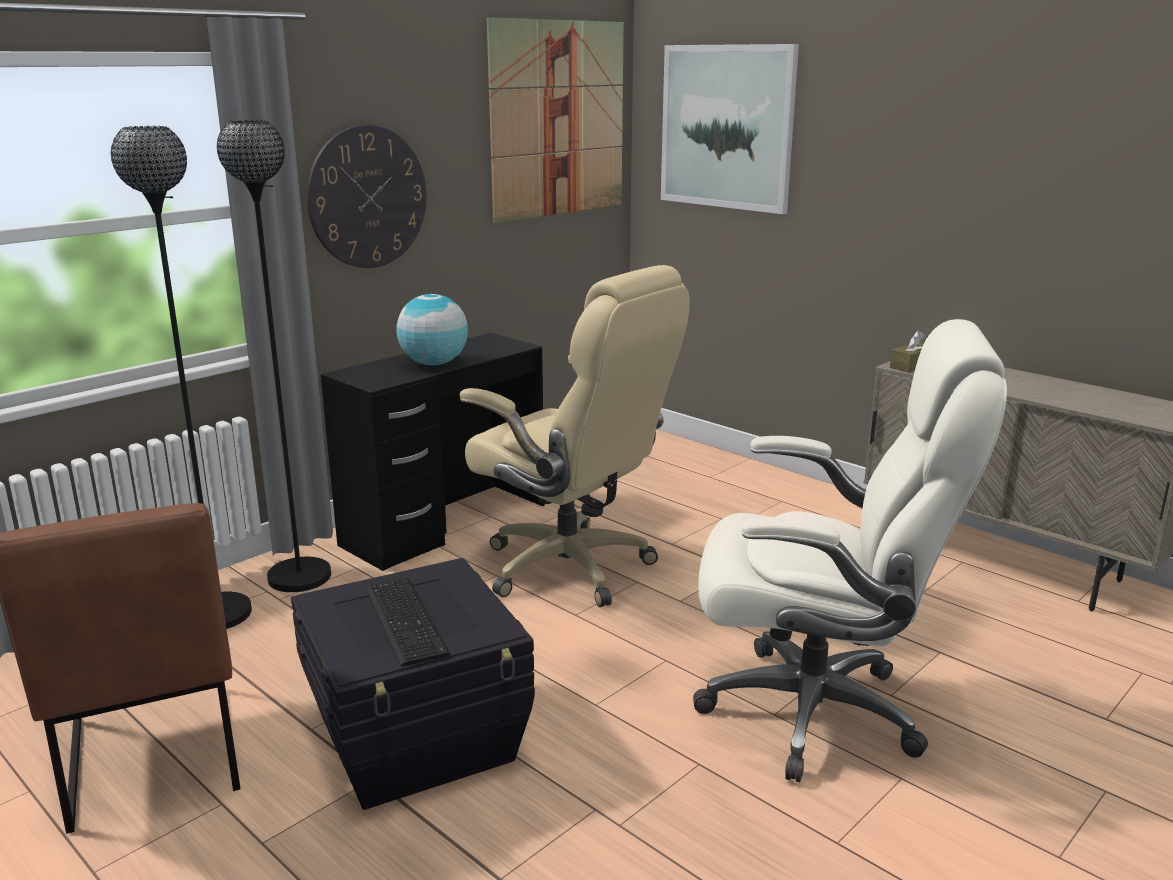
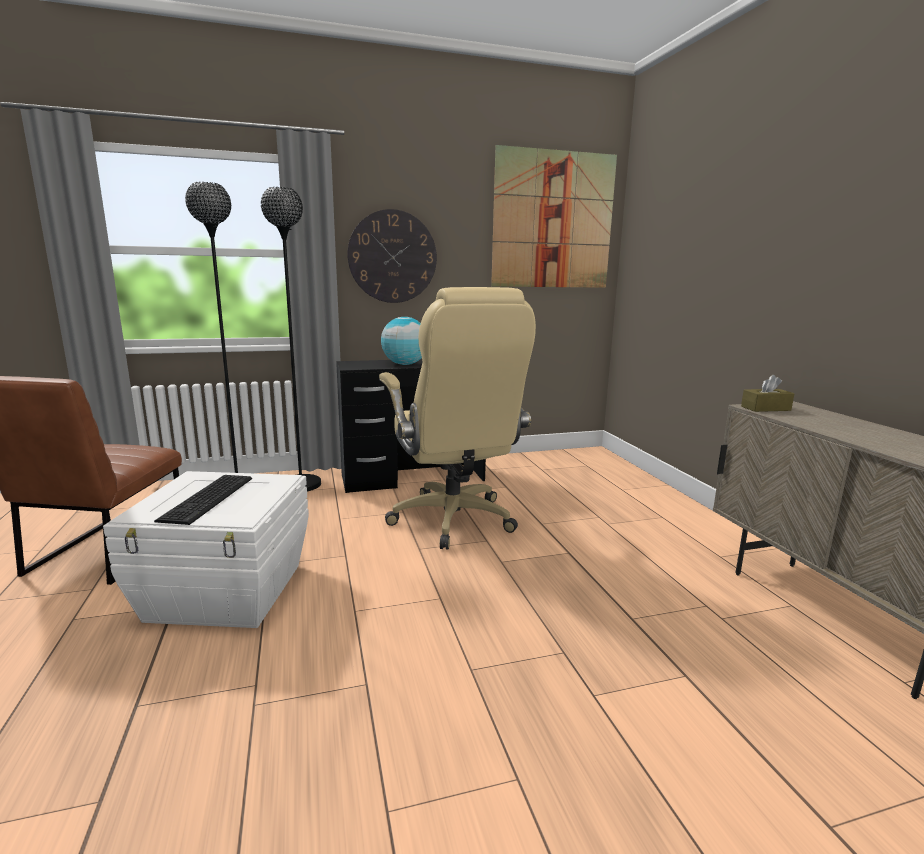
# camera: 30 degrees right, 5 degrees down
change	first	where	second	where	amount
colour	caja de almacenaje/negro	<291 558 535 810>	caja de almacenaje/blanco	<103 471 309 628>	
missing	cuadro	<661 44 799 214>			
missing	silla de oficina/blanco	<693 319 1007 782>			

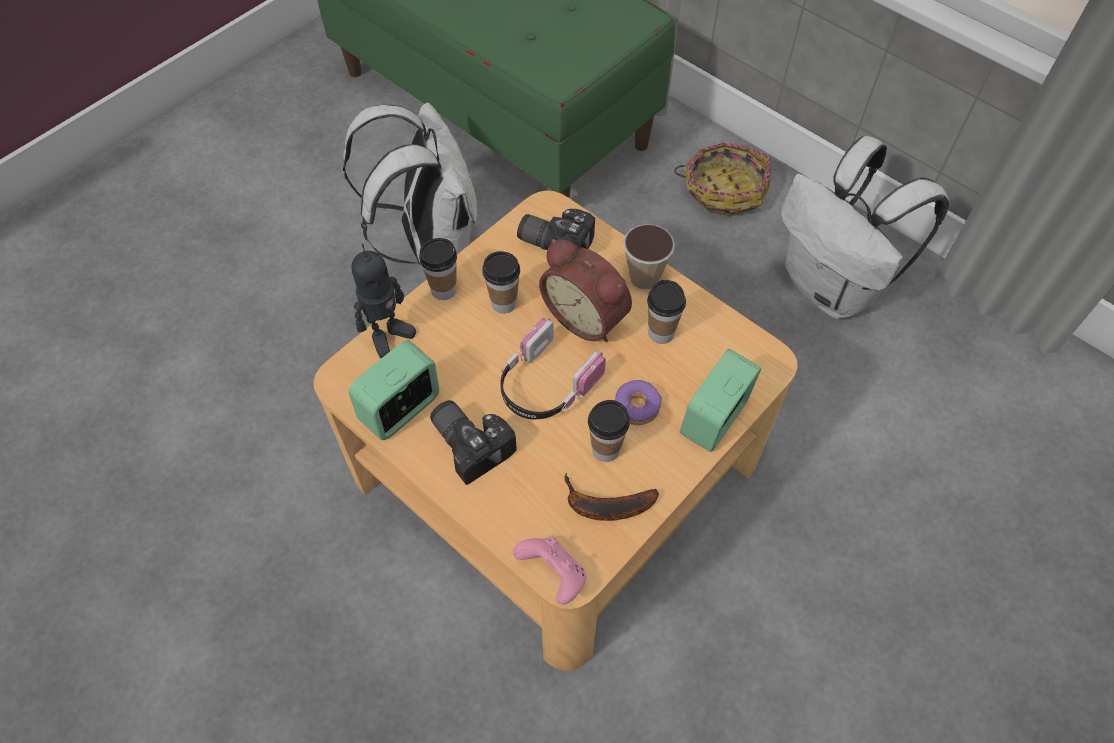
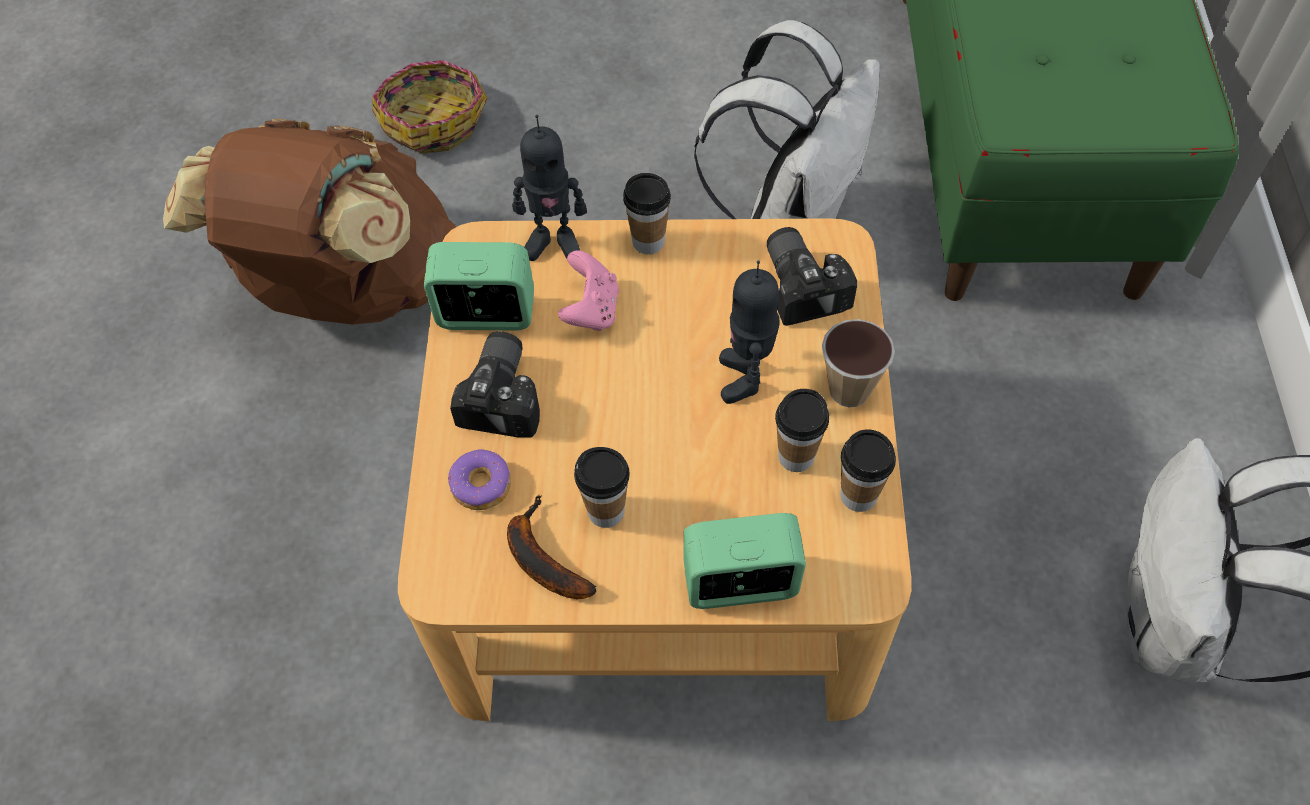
# camera: 50 degrees right, 0 degrees up
change	first	where	second	where	amount
relocated	taza	<482 251 520 314>		<840 430 896 512>	
missing	auriculares	<500 318 606 419>			
relocated	mando de consola/rosa	<513 537 586 605>		<558 250 619 331>	
exchanged	despertador	<539 239 632 342>	robot de juguete	<719 260 780 404>	
relocated	rosquilla	<615 380 662 425>		<448 449 511 510>	
relocated	cesta	<674 142 771 216>		<372 60 487 153>	
appeared			mochila/marrón	<163 119 456 325>	

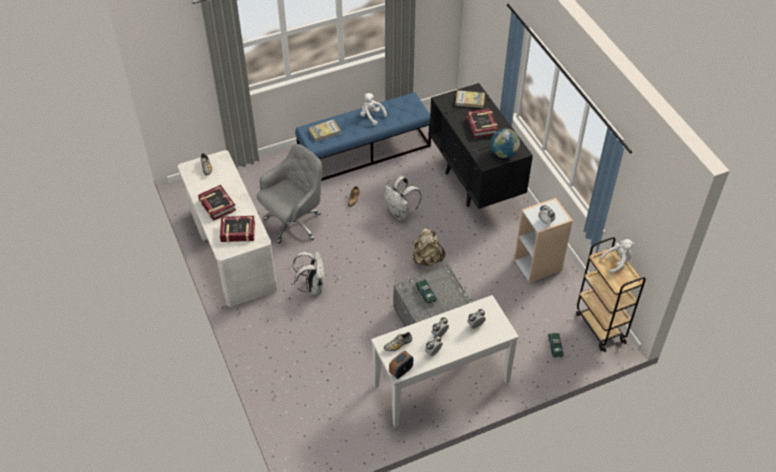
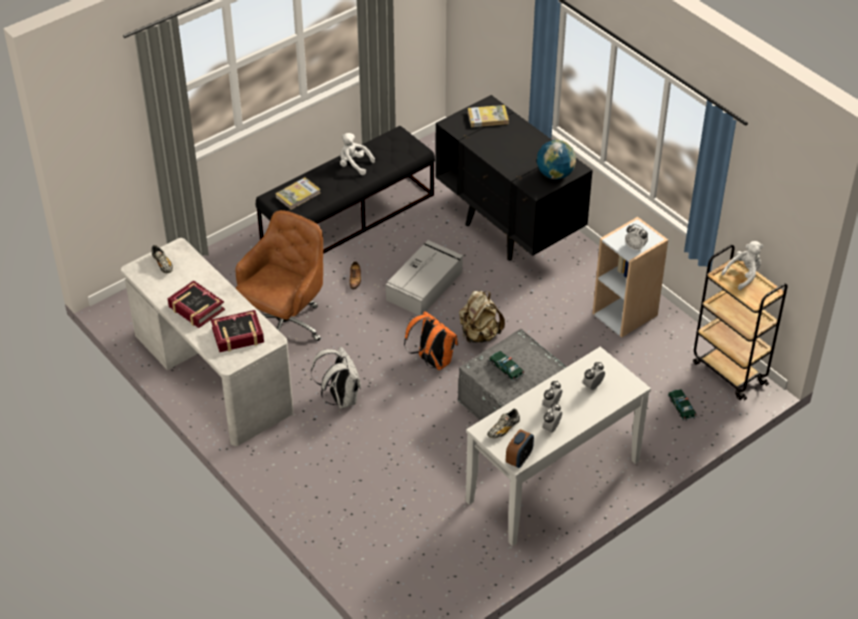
# camera: 15 degrees left, 5 degrees down
change	first	where	second	where	amount
colour	silla de oficina/gris	<256 144 322 243>	silla de oficina/marrón	<235 210 323 341>	
colour	banco/azul	<295 92 431 181>	banco/negro	<256 126 435 254>	
exchanged	mochila/blanco	<384 176 422 221>	caja de almacenaje/gris	<386 240 463 315>	
missing	libro	<466 108 498 138>			
appeared			mochila/naranja	<404 311 458 370>	

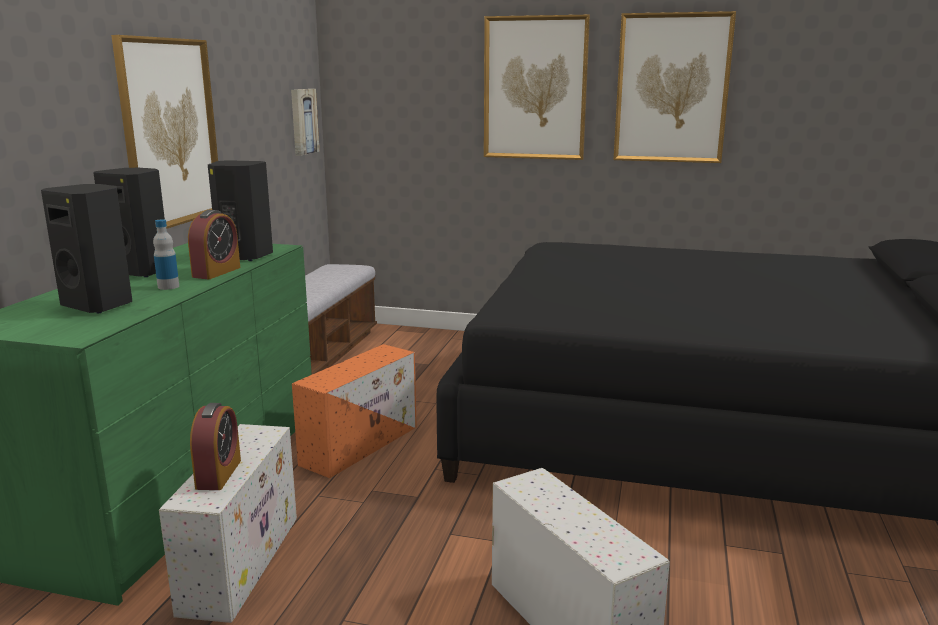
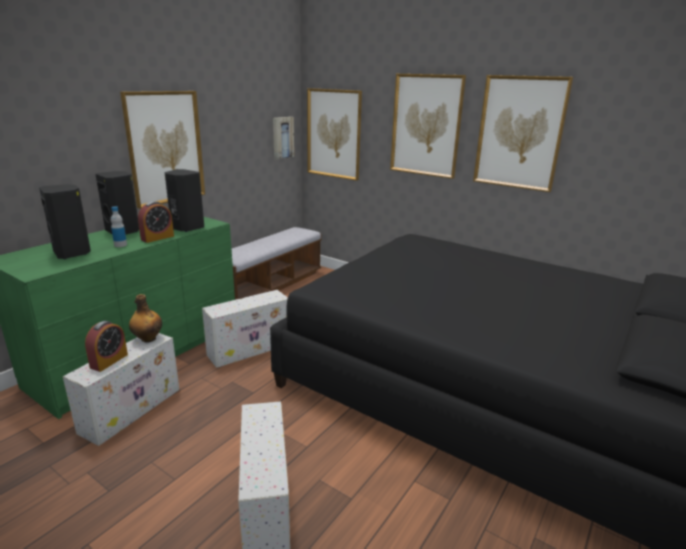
# camera: 20 degrees right, 5 degrees up
change	first	where	second	where	amount
colour	caja de almacenaje/naranja	<292 344 417 478>	caja de almacenaje/blanco	<202 290 288 368>	
appeared			botella	<129 294 162 342>	
appeared			cuadro	<307 88 362 181>	

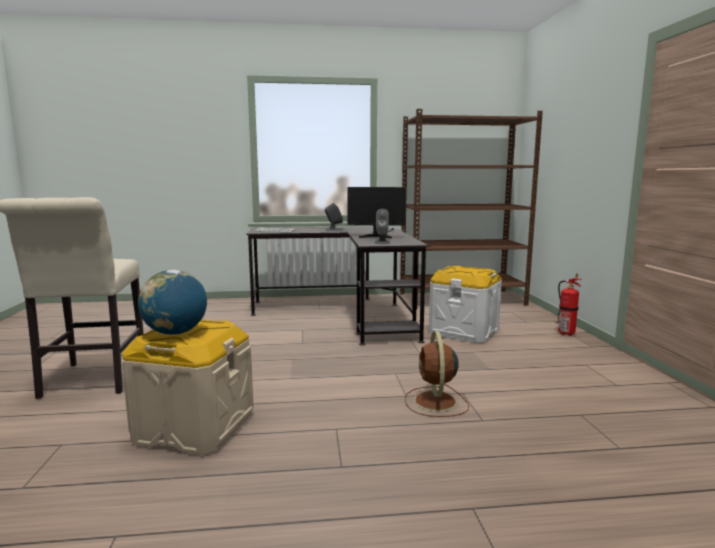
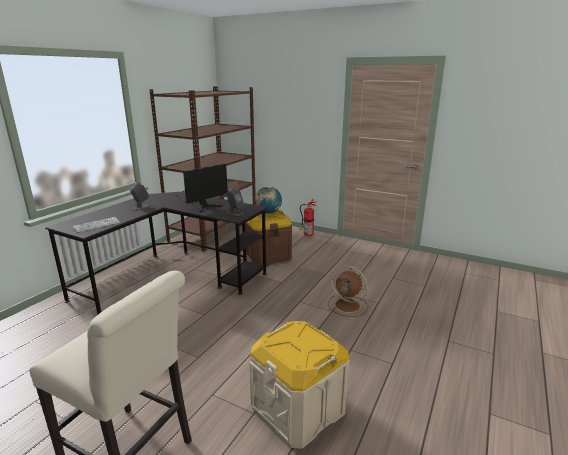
# camera: 55 degrees left, 10 degrees up
change	first	where	second	where	amount
relocated	globo terráqueo	<138 270 207 335>		<255 187 282 214>	
colour	caja de almacenaje/blanco	<429 266 502 343>	caja de almacenaje/marrón	<245 210 292 265>	

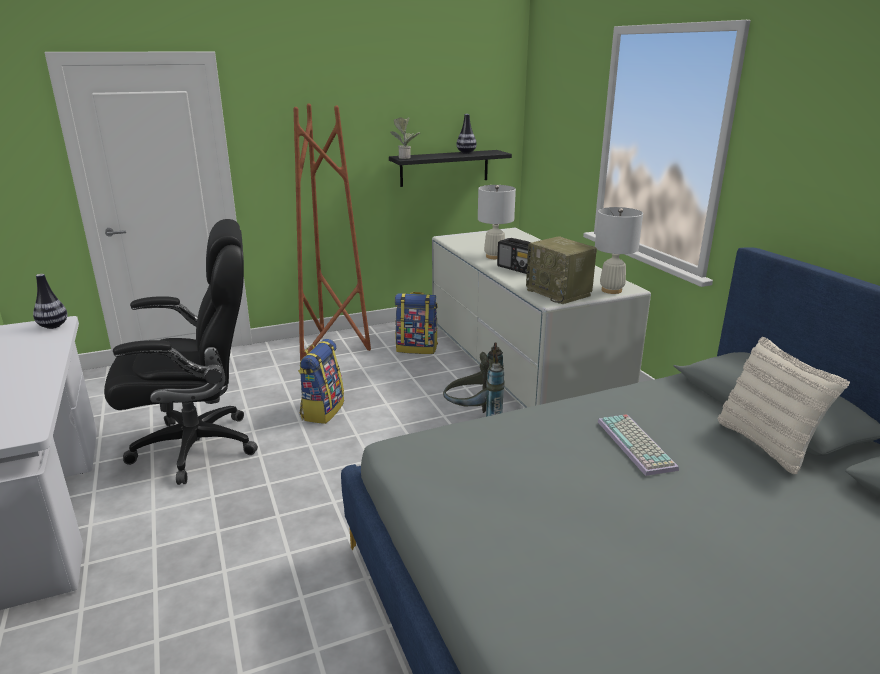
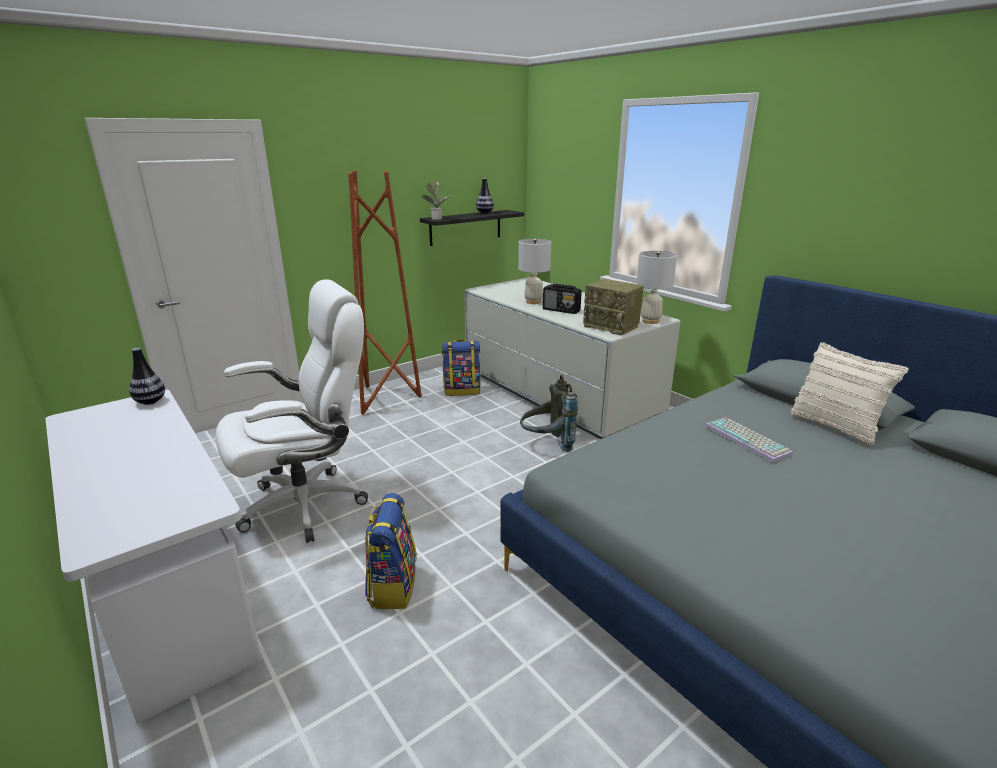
# camera: 15 degrees left, 0 degrees up
change	first	where	second	where	amount
colour	silla de oficina/negro	<104 219 258 485>	silla de oficina/blanco	<216 279 368 543>	
relocated	mochila	<298 339 344 424>		<365 493 417 609>	

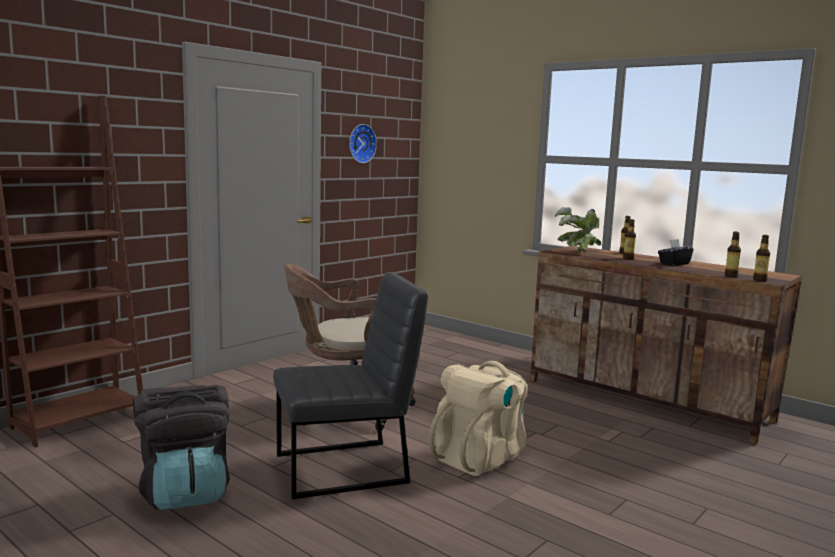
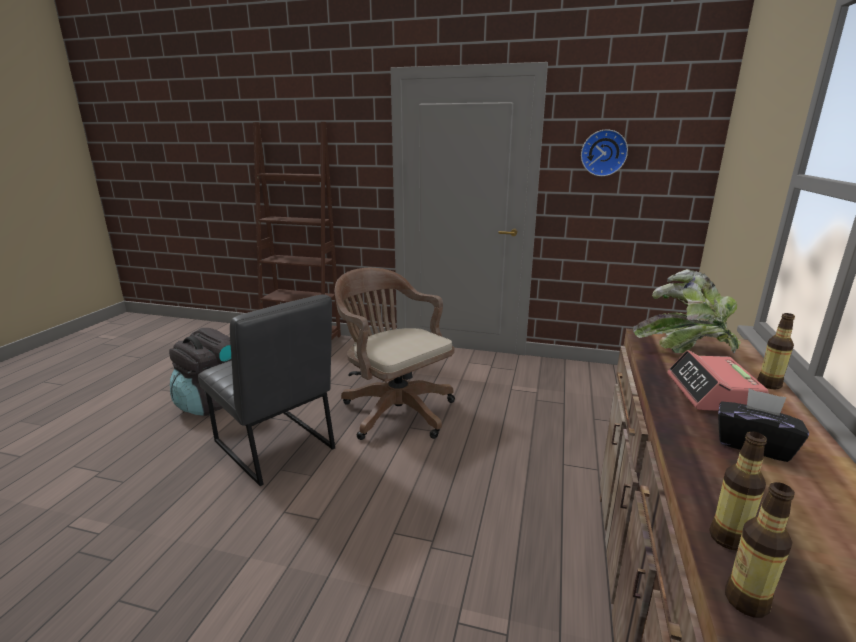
# camera: 65 degrees right, 10 degrees up
change	first	where	second	where	amount
missing	mochila/beis	<429 361 527 476>			
exchanged	botella	<623 219 636 259>	despertador	<667 350 769 411>	

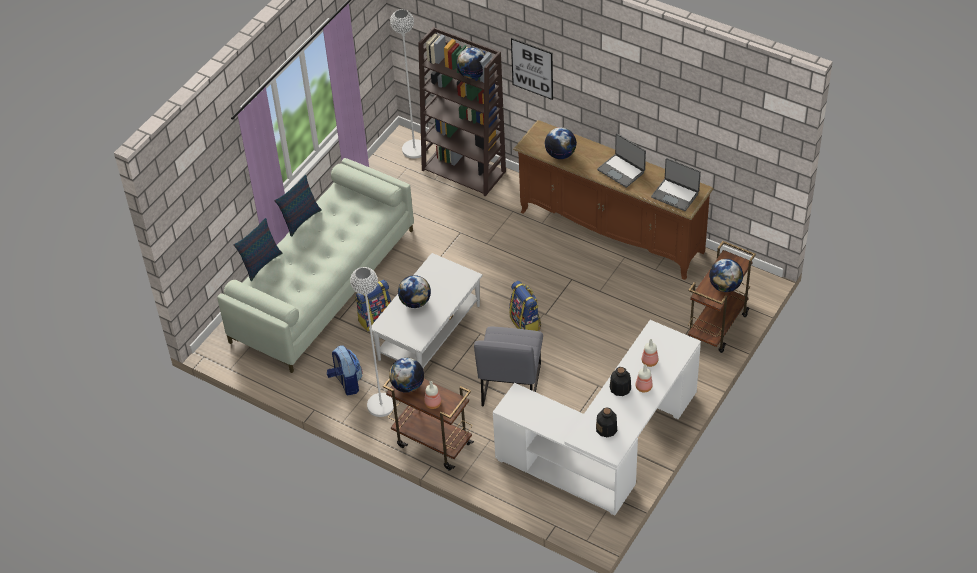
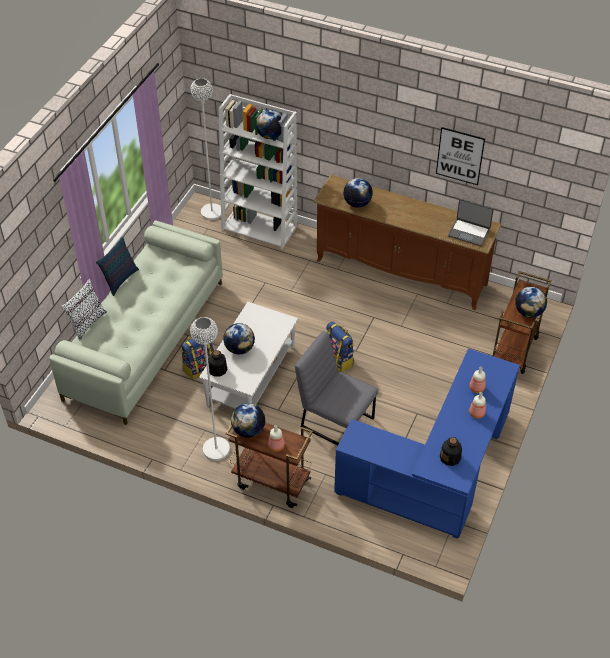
# camera: 10 degrees left, 0 degrees up
change	first	where	second	where	amount
colour	cojín/azul	<234 218 283 281>	cojín/blanco	<61 279 107 340>	
missing	mochila	<327 346 363 395>			
colour	estantería/marrón	<418 27 506 197>	estantería/blanco	<219 94 297 249>	
spun	silla/gris	<474 327 543 406>		<295 331 378 445>	120 degrees clockwise
colour	escritorio/blanco	<493 320 701 516>	escritorio/azul	<334 348 520 539>	
relocated	cuadro	<511 38 553 100>		<436 127 485 185>	
missing	portátil	<597 133 646 188>			
relocated	botella	<610 367 631 396>		<208 350 228 377>	

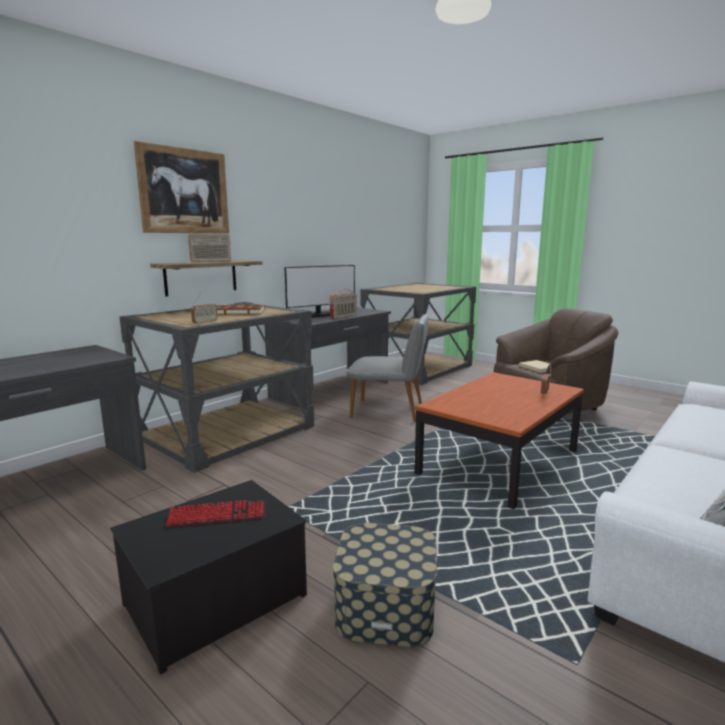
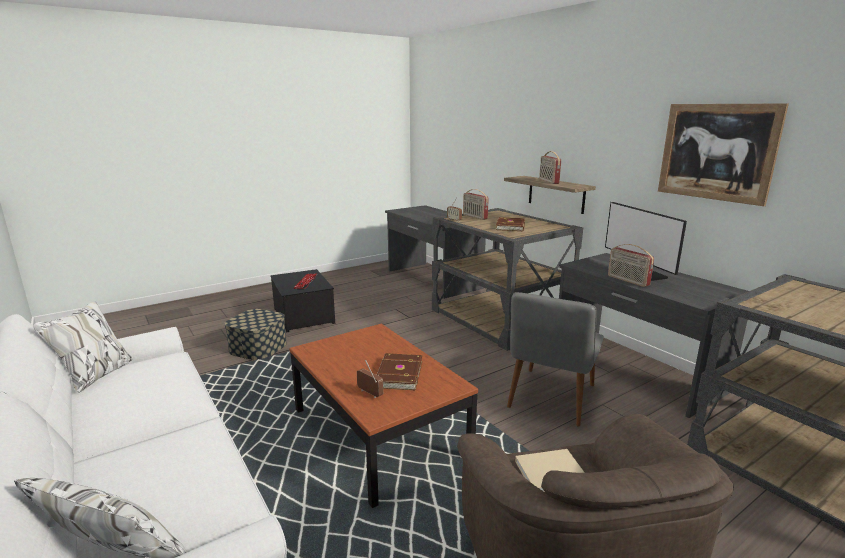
# camera: 105 degrees right, 5 degrees up
change	first	where	second	where	amount
relocated	cuadro	<134 141 229 234>		<658 103 789 206>	
appeared			libro/marrón	<376 353 423 390>	
appeared			radio	<463 189 489 220>	

